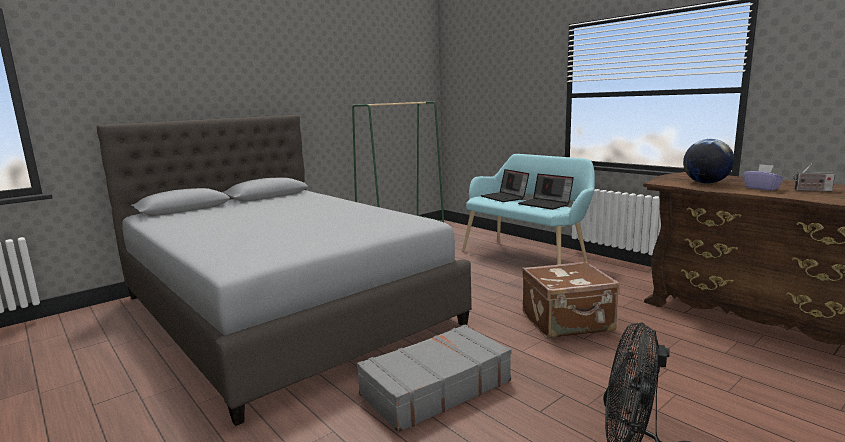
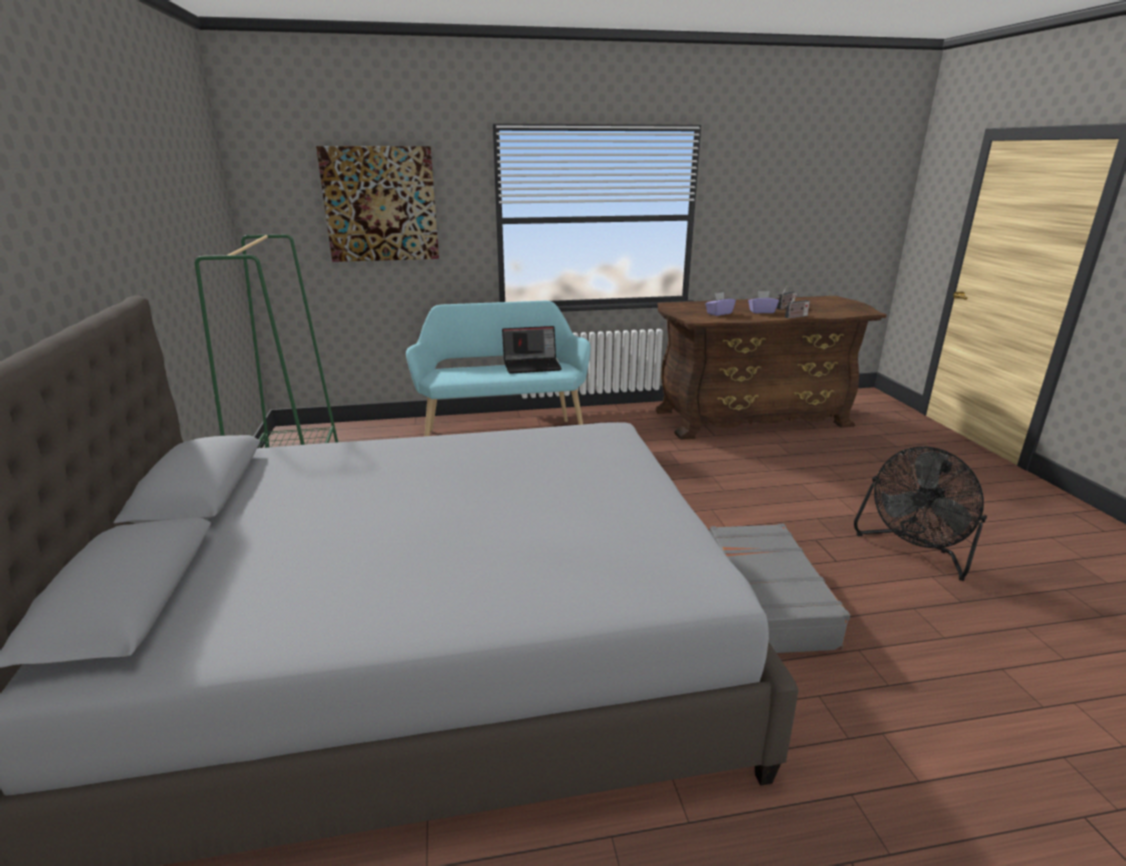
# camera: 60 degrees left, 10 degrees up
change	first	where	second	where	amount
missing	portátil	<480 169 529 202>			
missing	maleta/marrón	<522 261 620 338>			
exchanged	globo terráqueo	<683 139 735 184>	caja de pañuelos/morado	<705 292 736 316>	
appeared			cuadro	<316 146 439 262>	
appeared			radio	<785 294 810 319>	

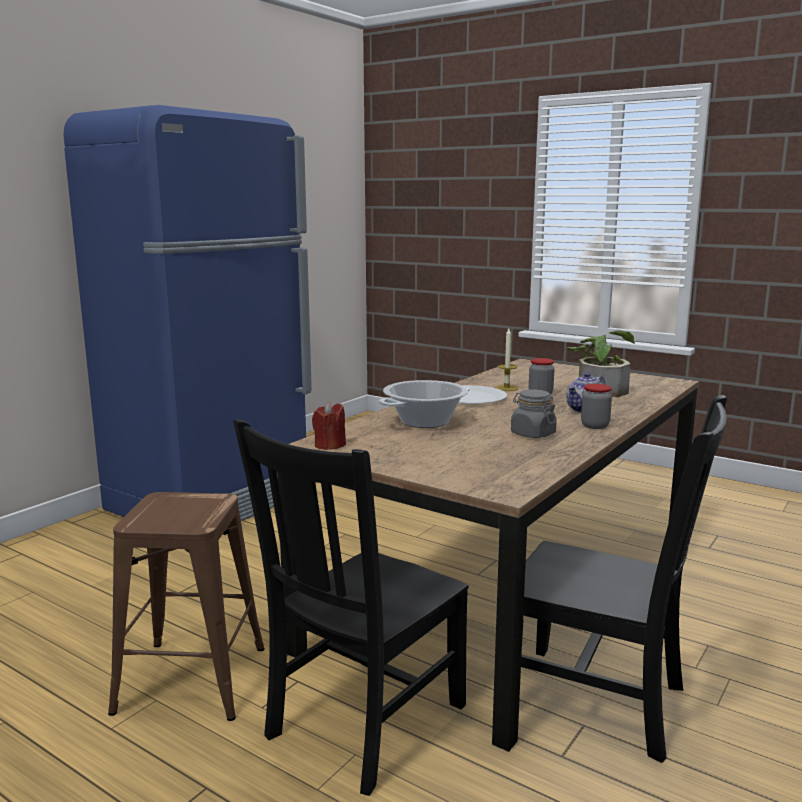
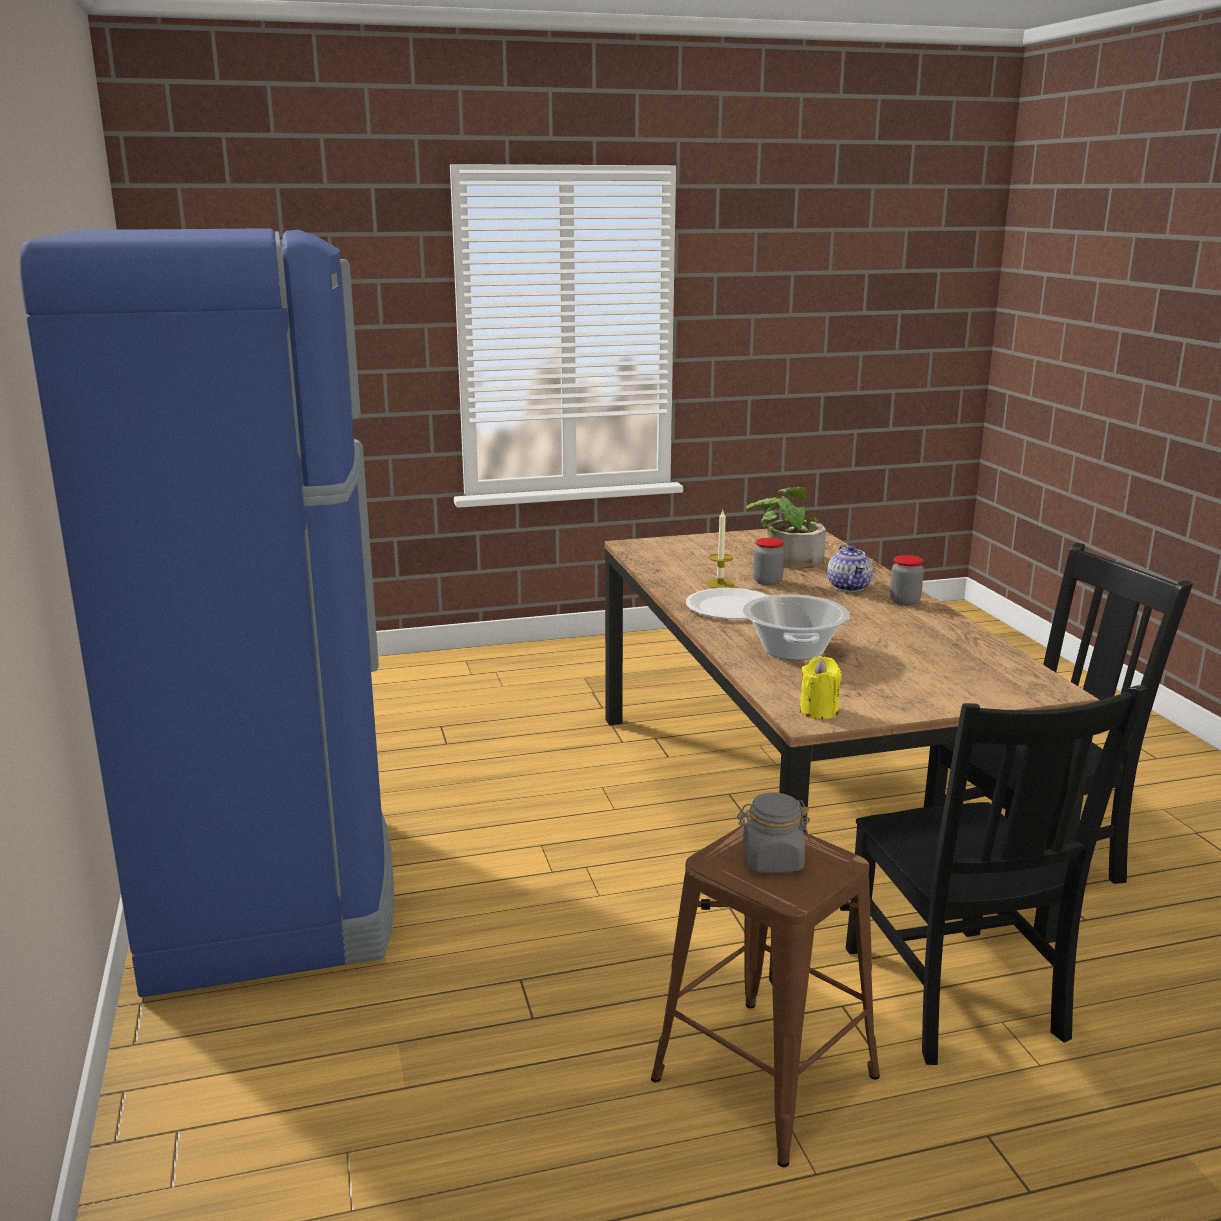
# camera: 50 degrees left, 5 degrees up
change	first	where	second	where	amount
colour	vela/rojo	<312 402 346 450>	vela/amarillo	<800 656 841 719>	
relocated	tarro/gris	<511 389 557 438>		<737 792 811 873>	

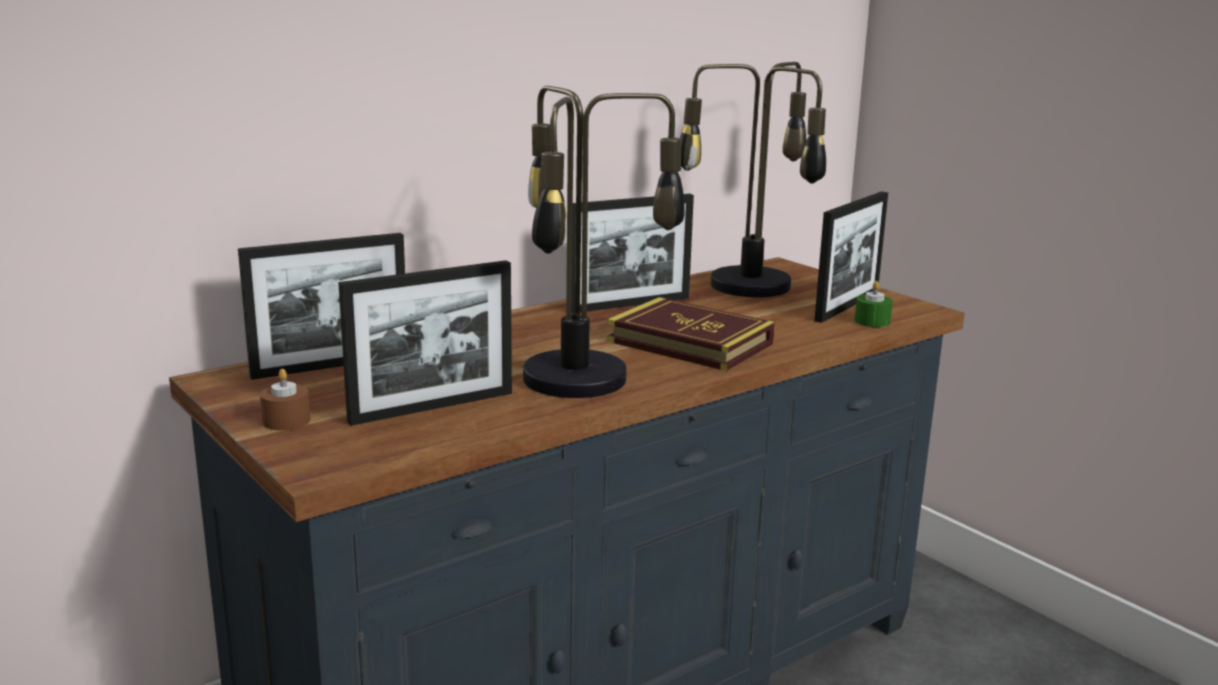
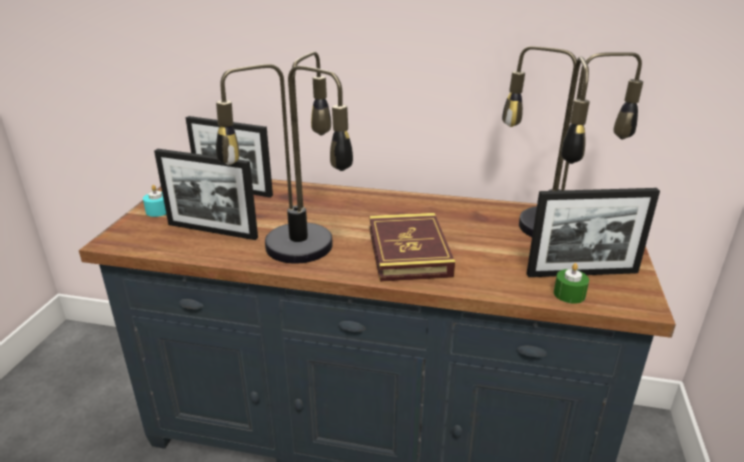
# camera: 50 degrees right, 10 degrees up
change	first	where	second	where	amount
colour	vela/marrón	<260 369 310 430>	vela/turquesa	<143 185 166 217>	
missing	portarretratos	<572 194 694 313>			

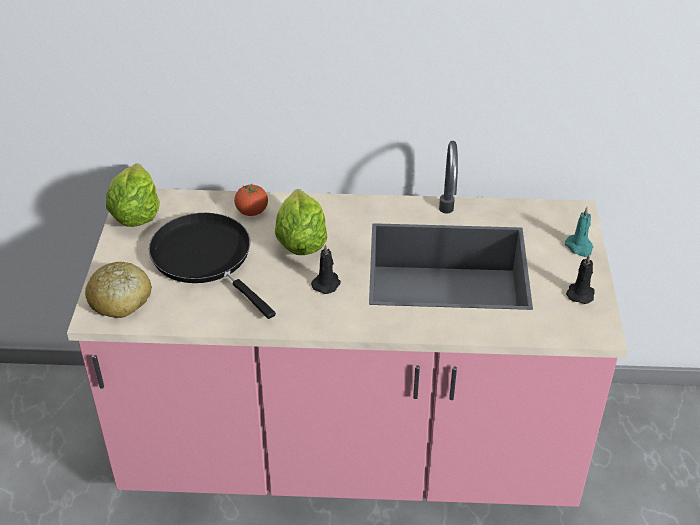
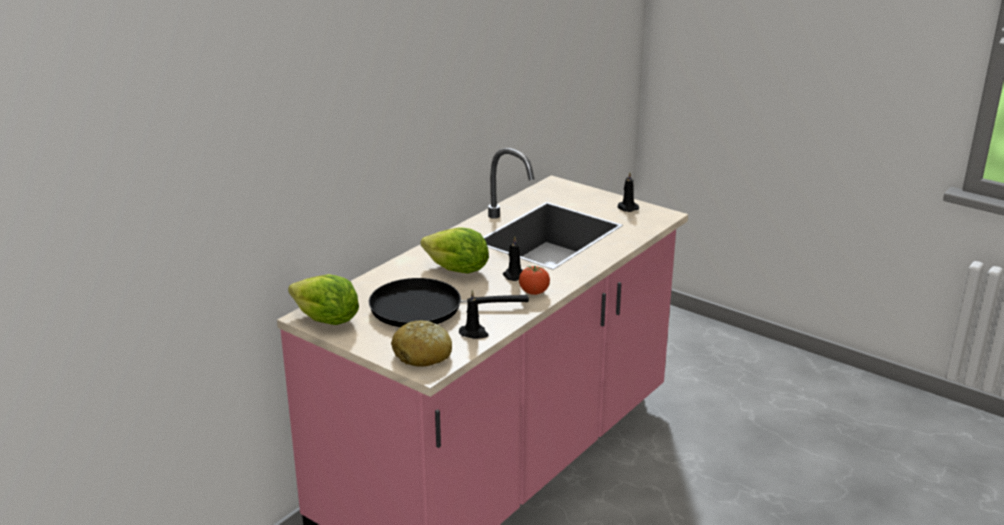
# camera: 55 degrees left, 15 degrees down
change	first	where	second	where	amount
relocated	tomate	<234 184 268 216>		<519 266 550 295>	
missing	vela/turquesa	<565 207 593 257>			
appeared			vela/negro	<459 290 489 339>	

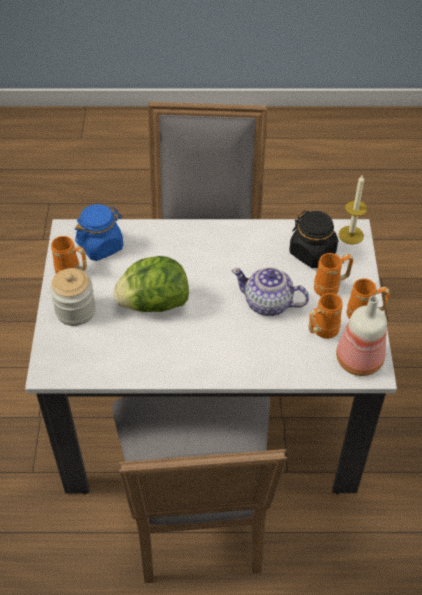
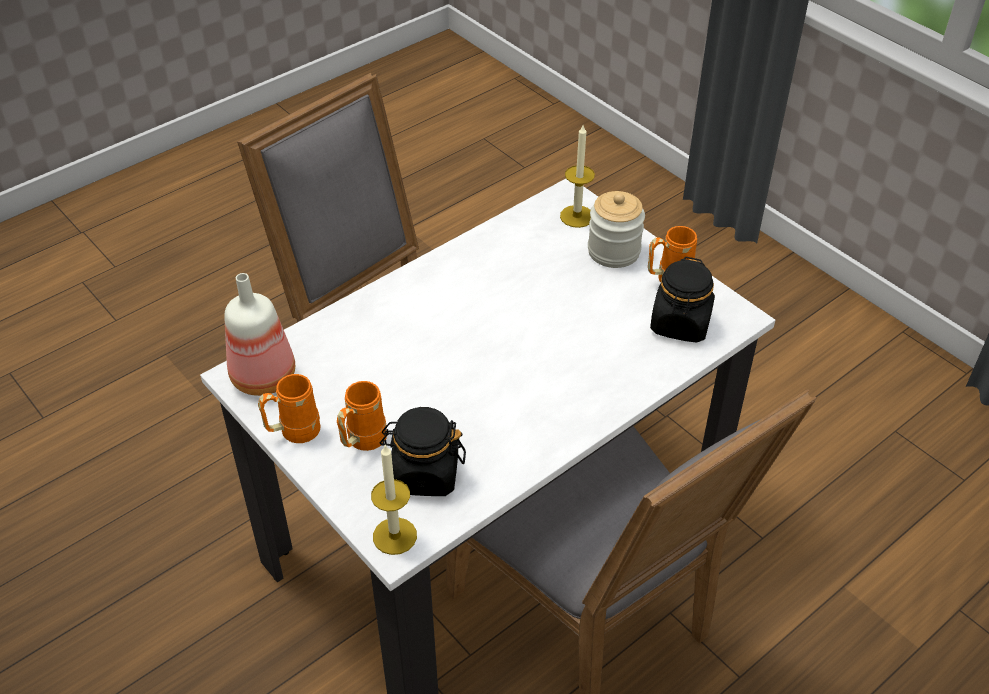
# camera: 140 degrees right, 5 degrees down
change	first	where	second	where	amount
colour	tarro/azul	<75 204 124 261>	tarro/negro	<650 257 715 343>	
missing	lechuga	<114 256 189 312>			
missing	tetera	<232 267 309 316>			
missing	taza grande/naranja	<308 293 343 339>			
appeared			vela	<560 125 595 228>	

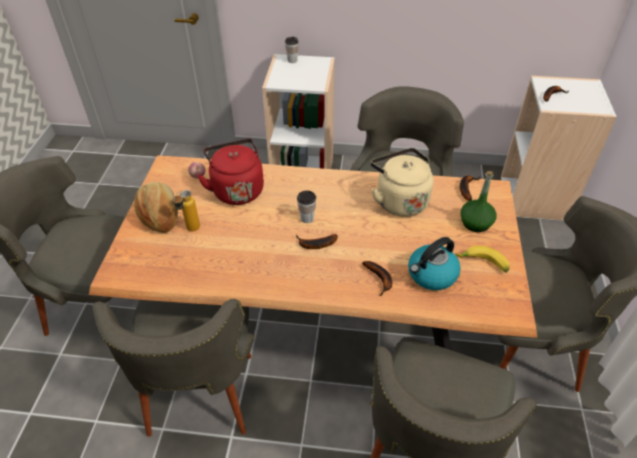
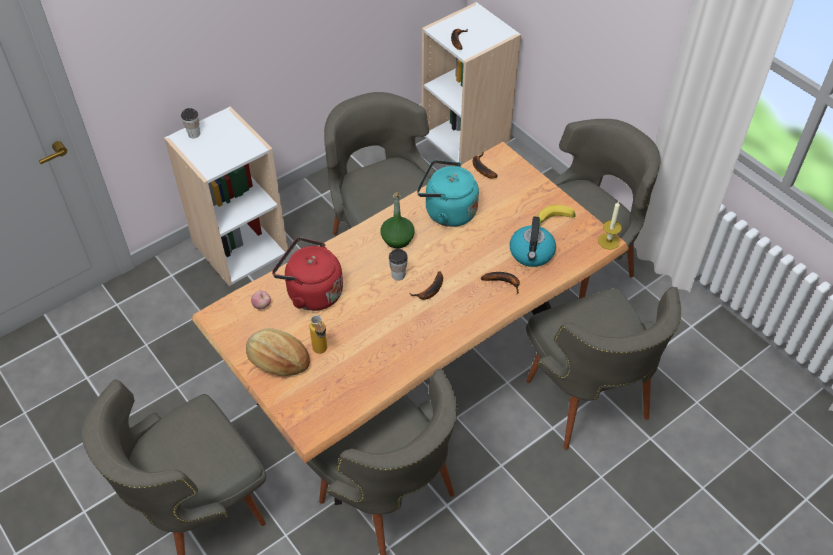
# camera: 45 degrees left, 5 degrees up
change	first	where	second	where	amount
colour	hervidor/beis	<371 148 434 217>	hervidor/turquesa	<417 160 479 227>	
relocated	botella/verde	<460 171 497 232>		<380 192 415 249>	
appeared			vela	<598 201 622 250>	

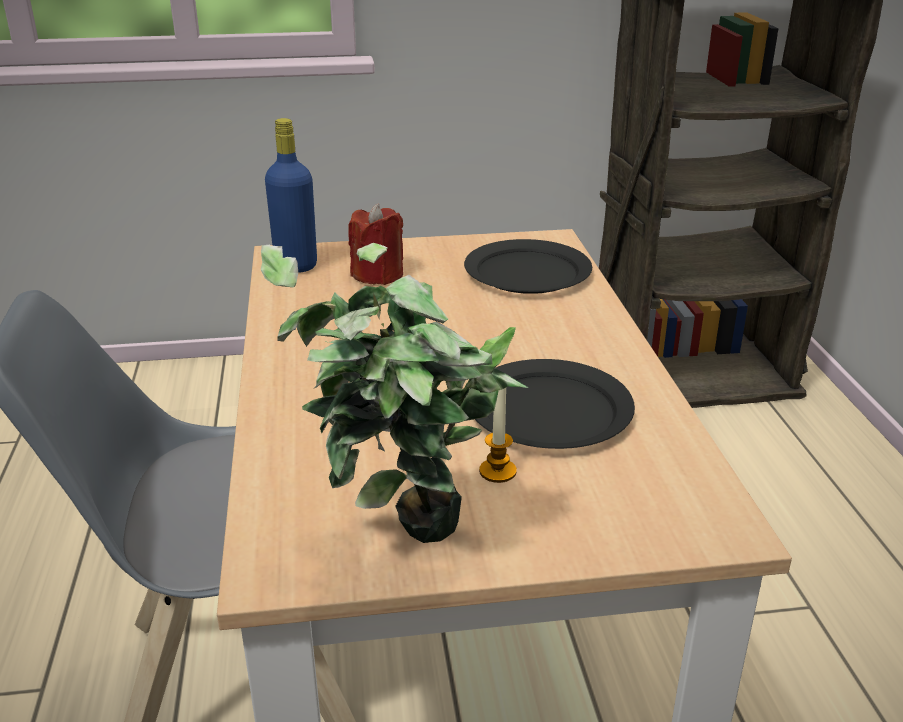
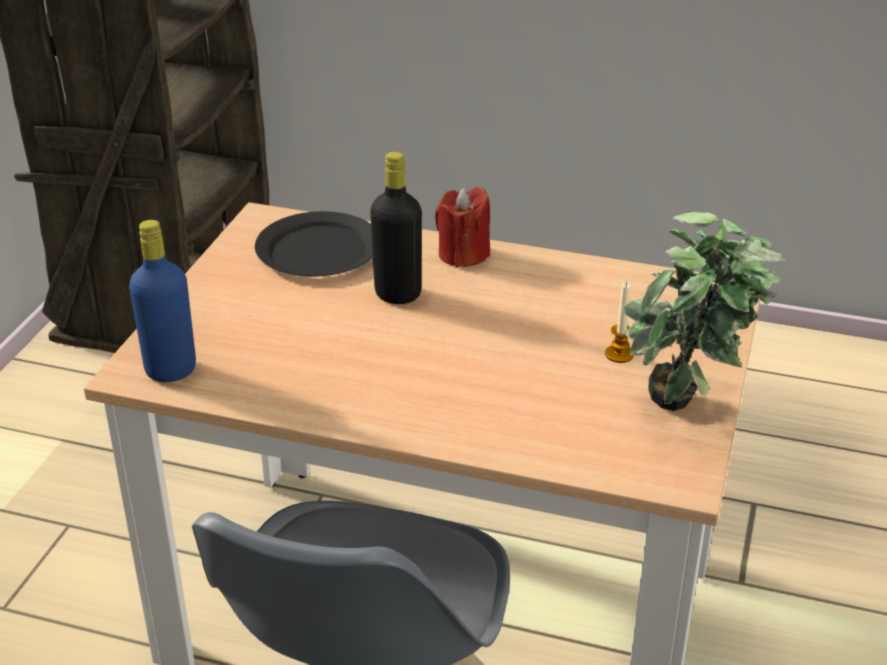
# camera: 65 degrees left, 5 degrees up
change	first	where	second	where	amount
relocated	vela/rojo	<348 203 403 285>		<435 187 490 268>	
missing	plato/negro	<470 359 635 449>			
appeared			botella/negro	<370 152 422 304>	

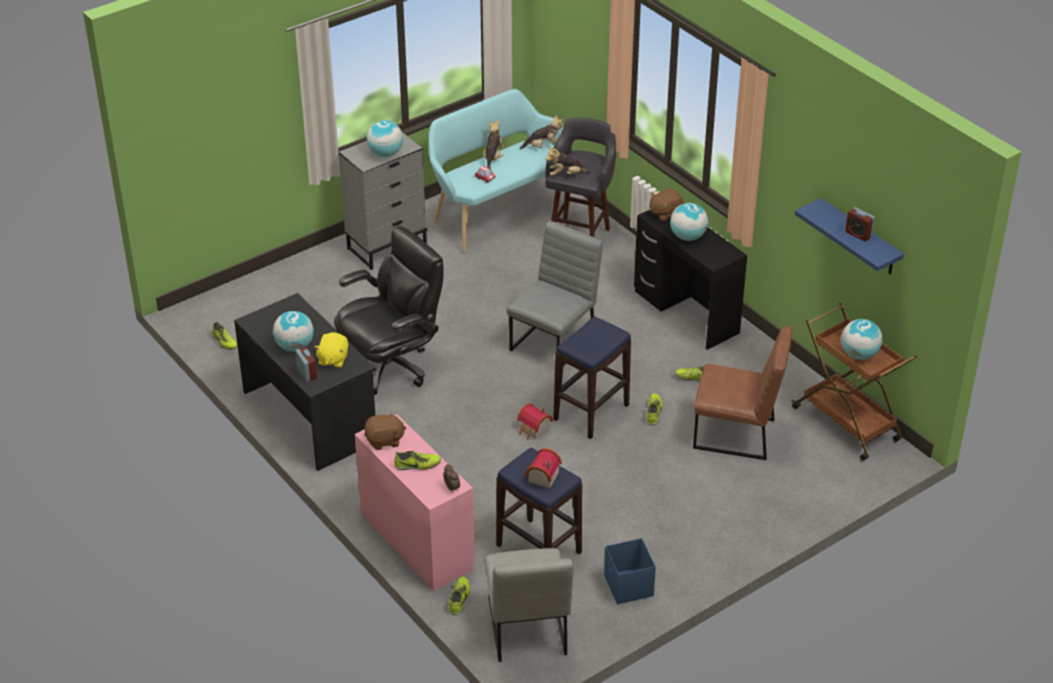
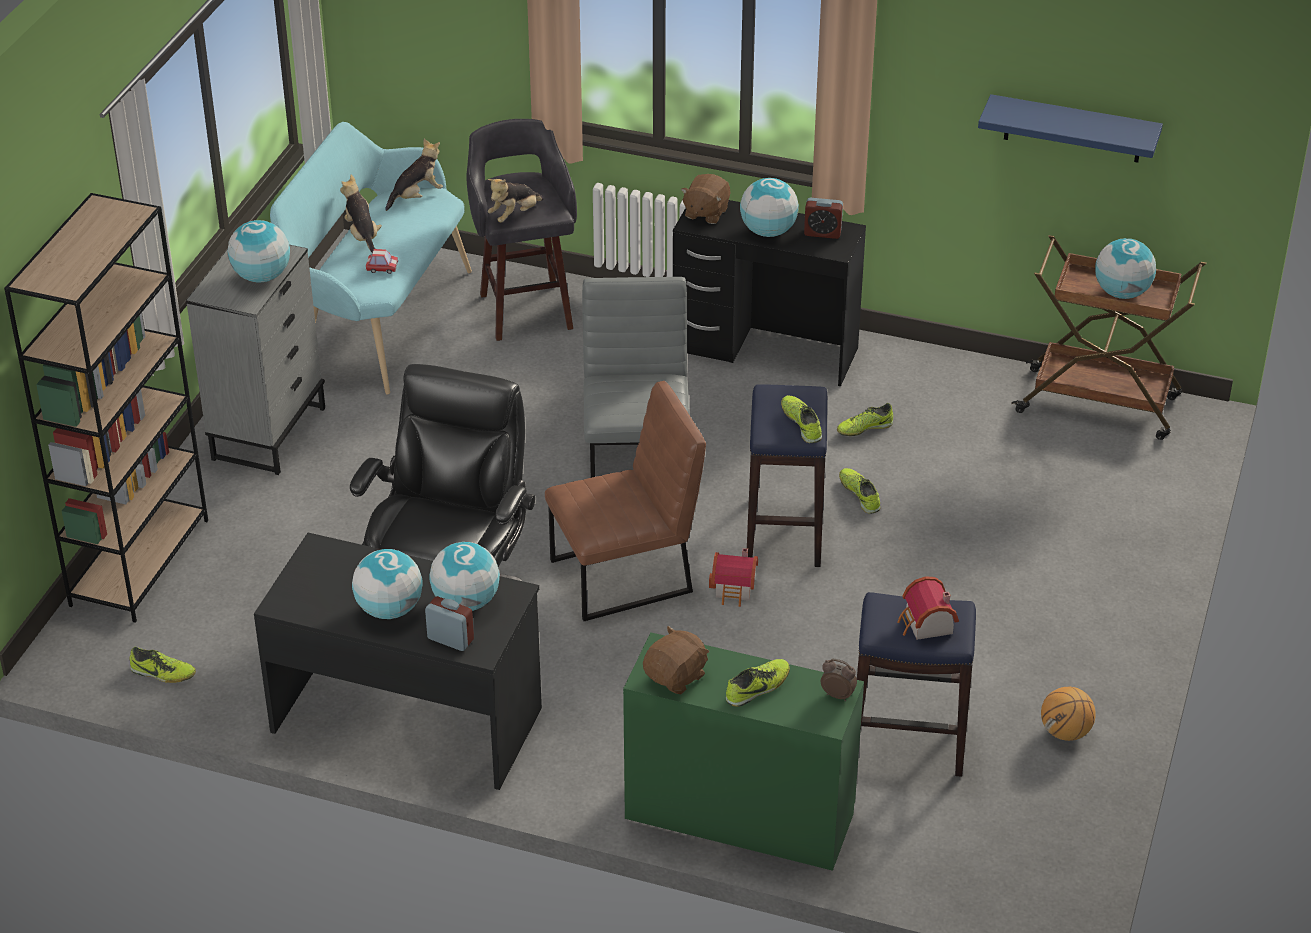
# camera: 35 degrees left, 0 degrees up
change	first	where	second	where	amount
exchanged	peluche/amarillo	<314 333 348 368>	globo terráqueo	<429 542 500 611>	
colour	escritorio/rosa	<355 414 475 591>	escritorio/verde	<623 632 864 871>	
relocated	zapato	<449 577 470 615>		<781 395 822 443>	
missing	silla/gris	<484 548 574 662>			
exchanged	caja de almacenaje/azul	<604 538 656 604>	balón de baloncesto	<1041 687 1096 741>	
relocated	silla/marrón	<693 326 792 460>		<545 381 706 621>	
relocated	despertador	<845 207 875 241>		<804 198 843 239>	
appeared			estantería/beis	<4 193 208 623>	

